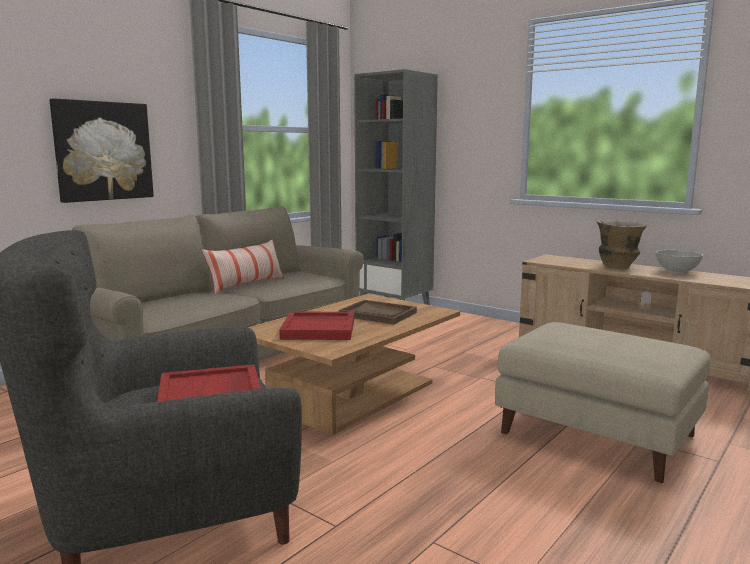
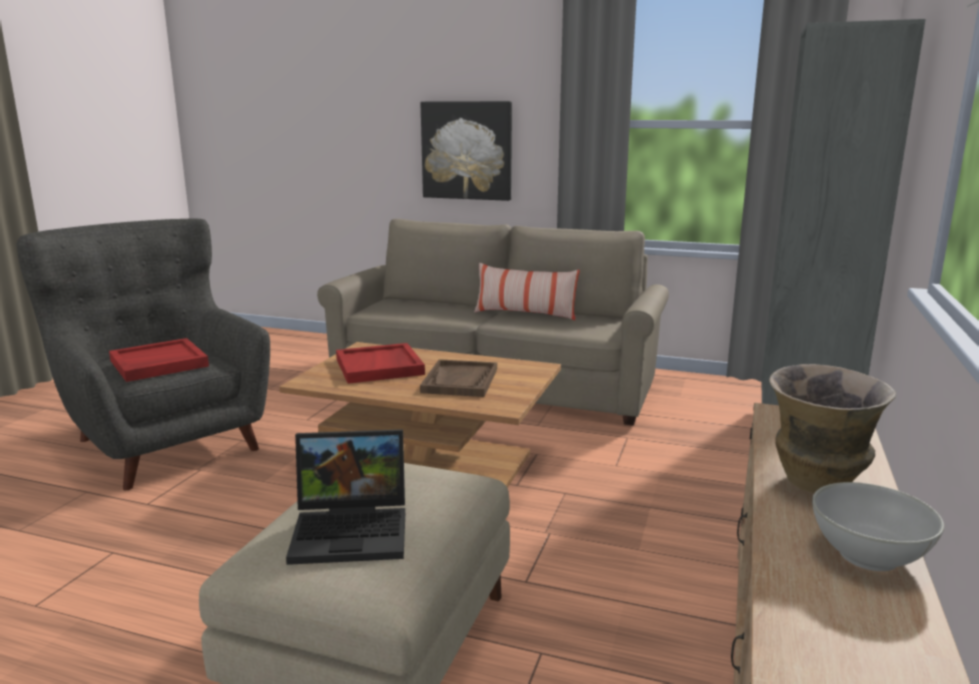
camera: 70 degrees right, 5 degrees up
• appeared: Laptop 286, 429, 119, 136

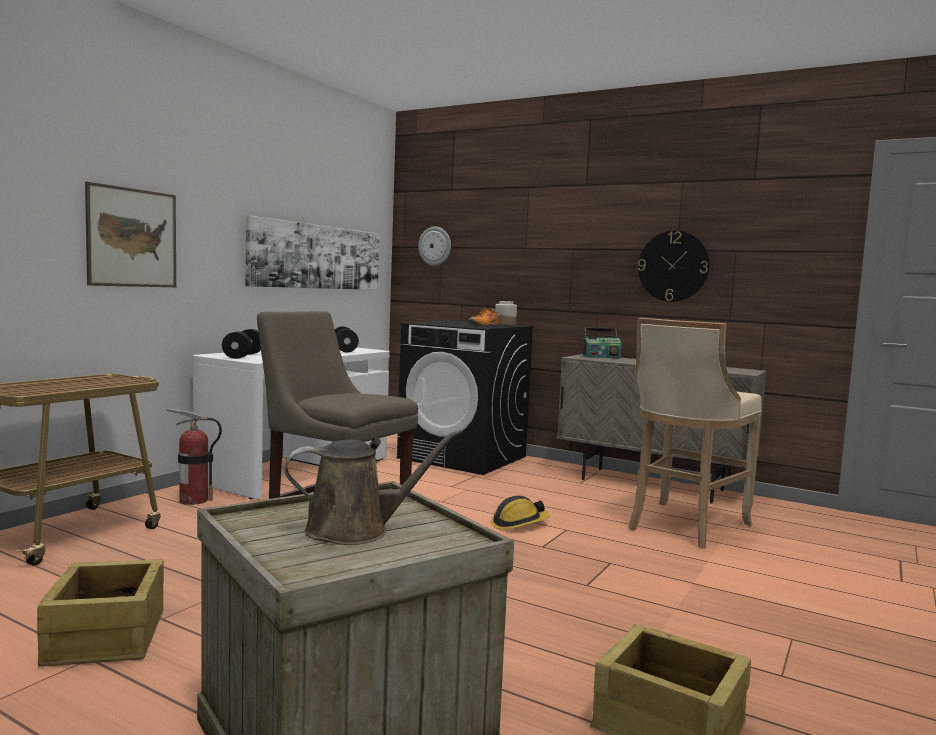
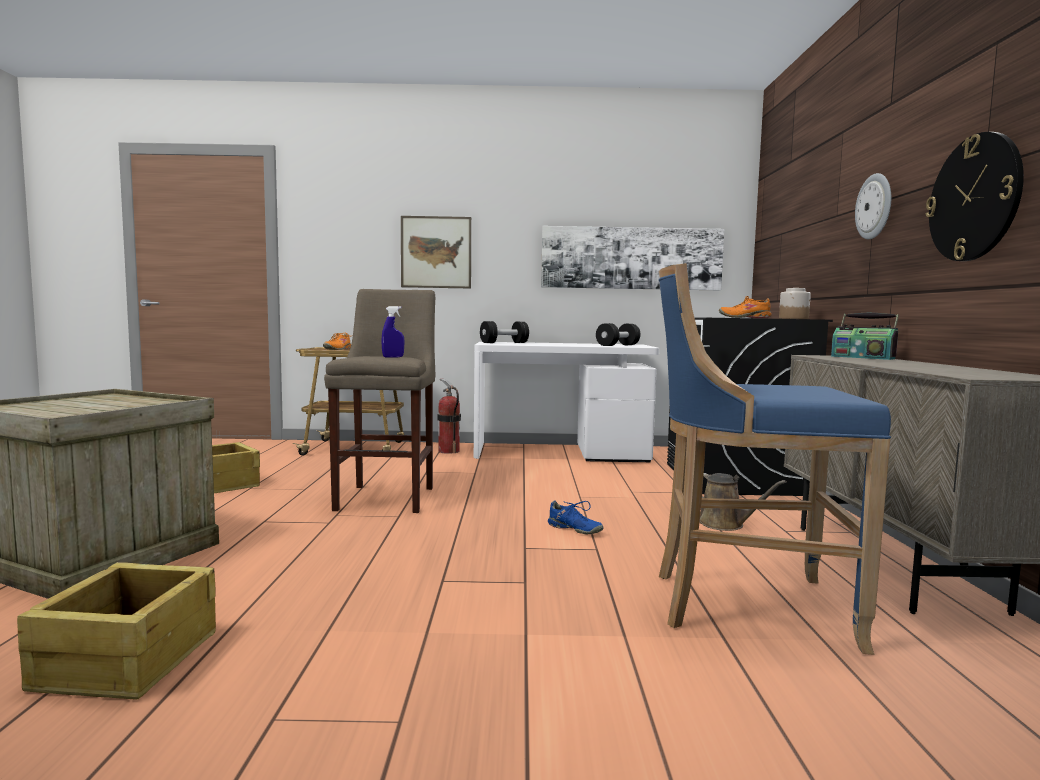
camera: 60 degrees right, 0 degrees up
• relocated: BrownColouredWateringPot 284, 429, 179, 116 to 700, 473, 87, 58
• relocated: ClockOnTheWall 418, 226, 33, 40 to 855, 173, 36, 66
• exchanged: WorkHelmet 491, 496, 59, 34 to BlueColouredItemOfFootwear 548, 500, 56, 34
• colour: BeigeColouredSittingStool 628, 318, 134, 231 to BlueColouredSittingStool 659, 263, 232, 392
• appeared: OrangeItemOfFootwear 323, 333, 28, 17
• appeared: BlueColouredHandSprayer 381, 306, 24, 51

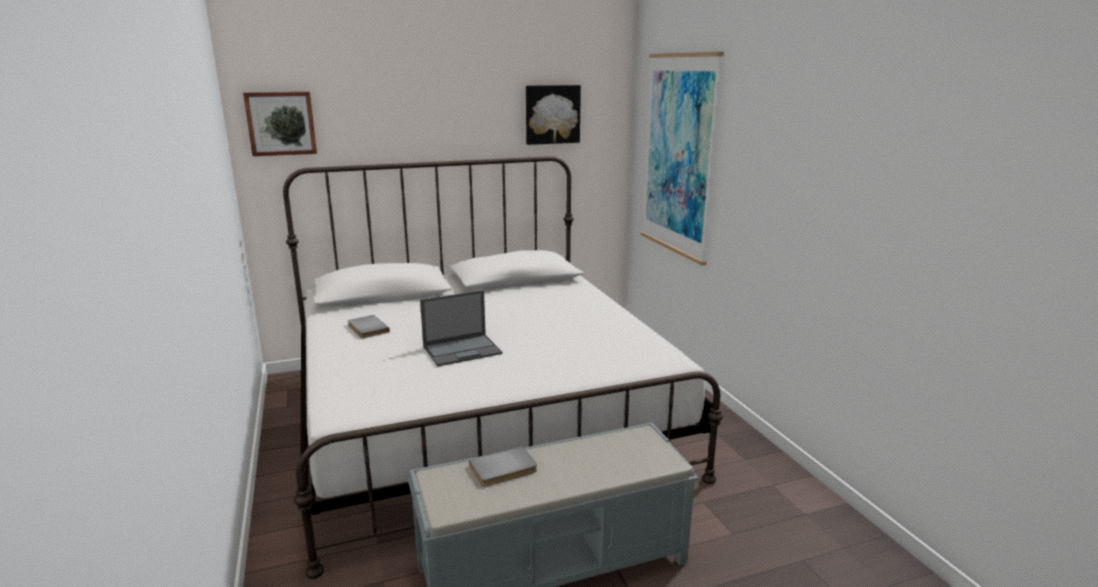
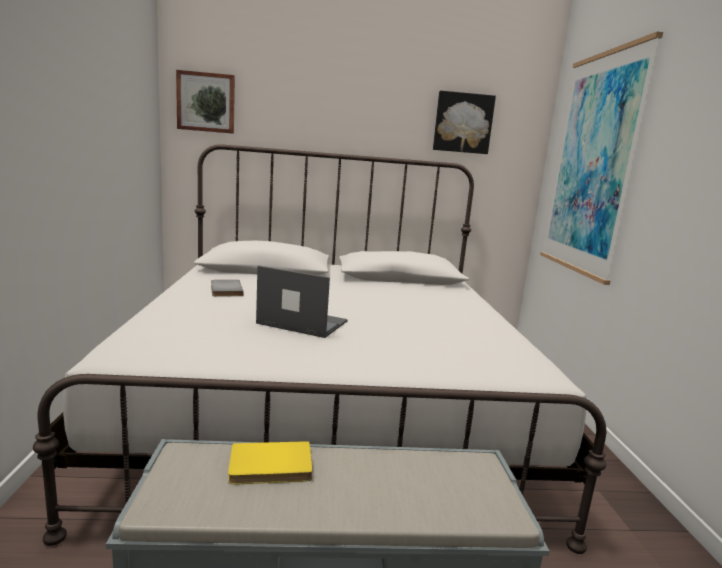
camera: 15 degrees right, 5 degrees down
• spun: Laptop 420, 290, 83, 77 = 256, 266, 92, 72 150 degrees counterclockwise
• colour: GreyishBoundBook 469, 446, 68, 41 to YellowColouredBoundBook 228, 441, 85, 43

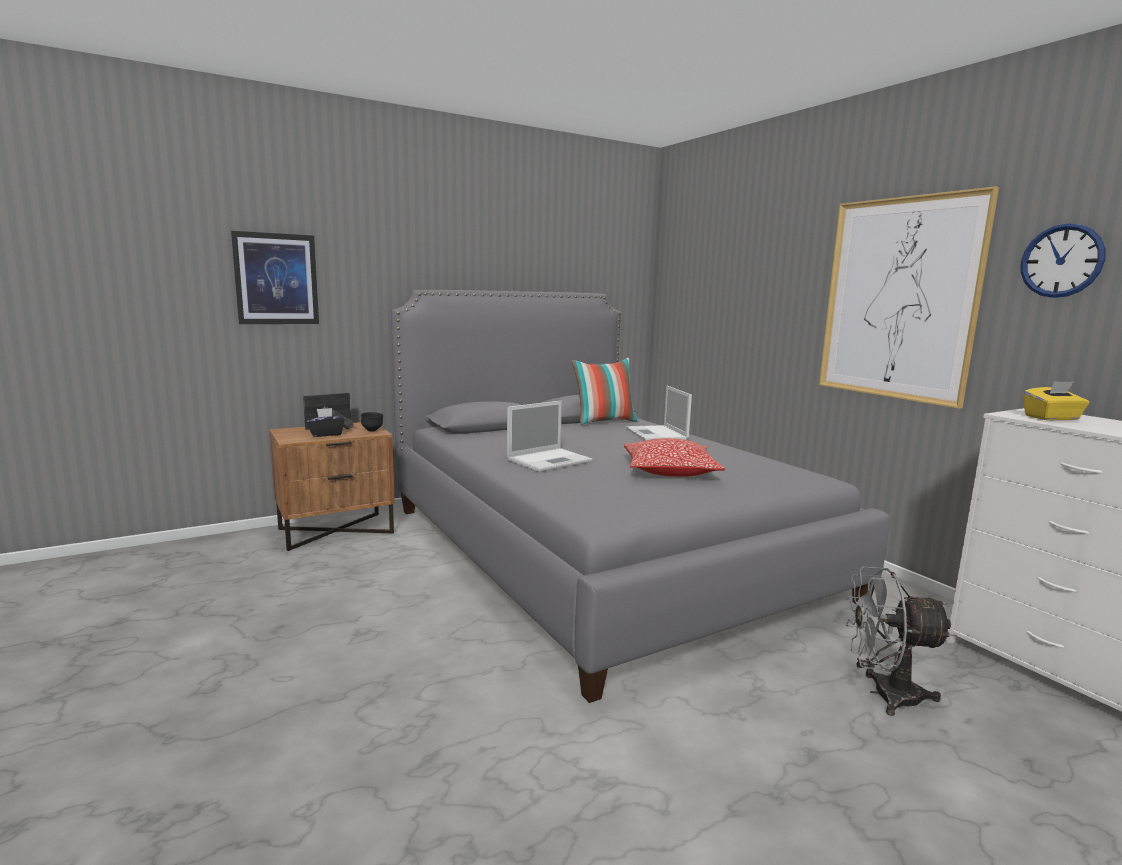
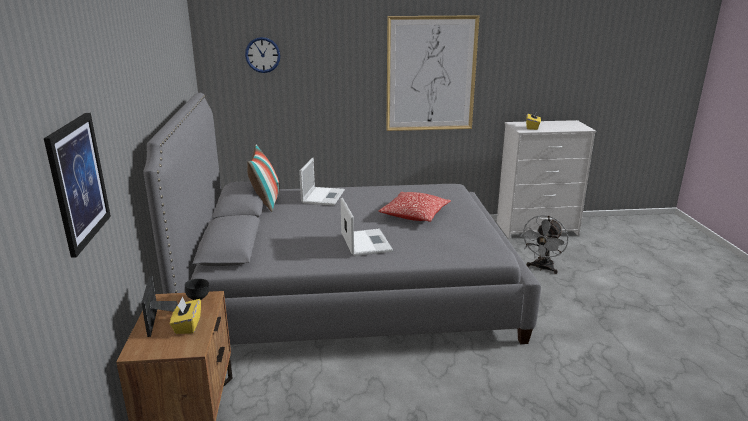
camera: 65 degrees left, 10 degrees up
• colour: BlackTissueBox 307, 408, 38, 29 to YellowColouredTissueBox 170, 297, 31, 37
• spun: Laptop 626, 386, 66, 54 = 299, 158, 46, 48 90 degrees counterclockwise
• relocated: ClockOnTheWall 1021, 223, 85, 75 to 245, 37, 36, 36

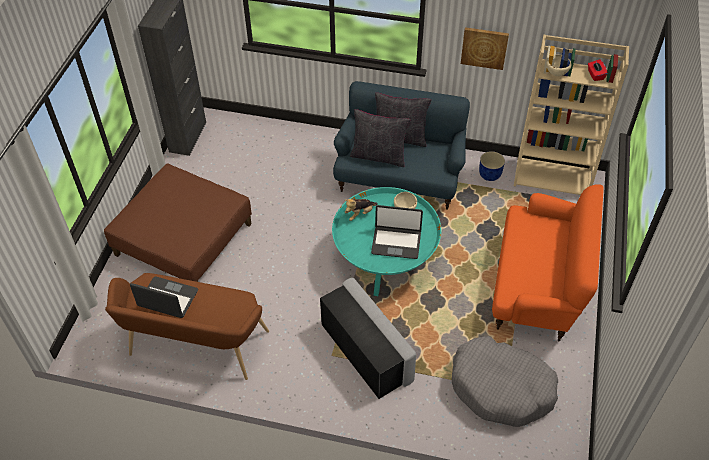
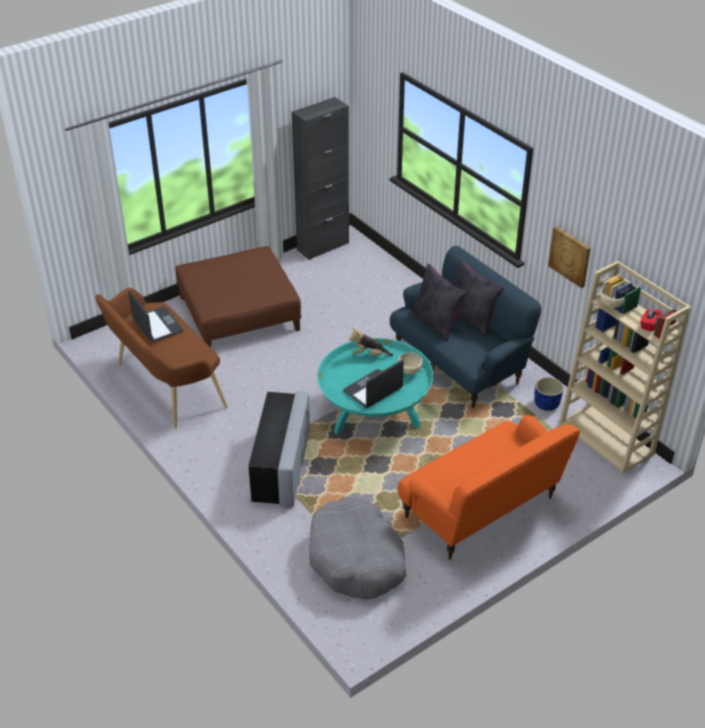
camera: 40 degrees right, 10 degrees down
• spun: Laptop 371, 205, 52, 54 = 343, 360, 61, 48 90 degrees clockwise

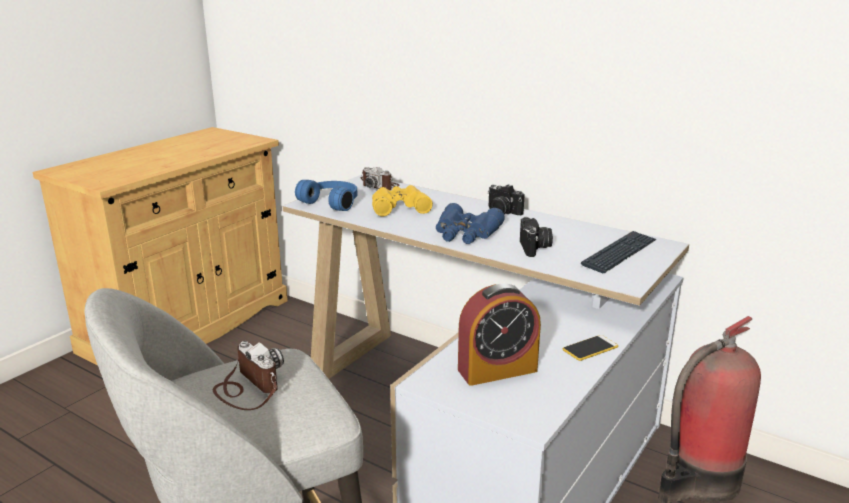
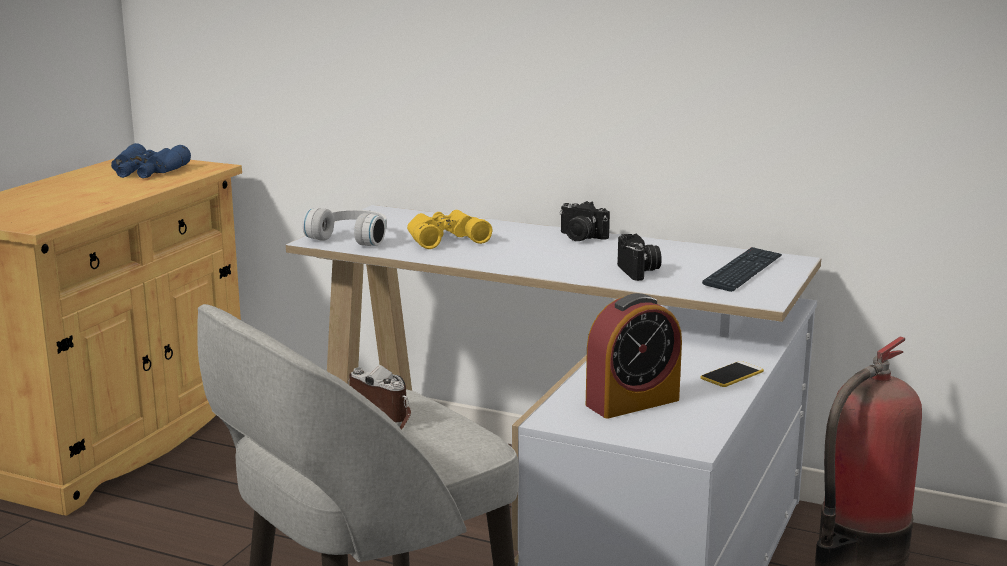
camera: 10 degrees left, 5 degrees down
• colour: BlueColouredHeadphones 295, 180, 63, 31 to WhiteColouredHeadphones 303, 208, 84, 38
• missing: PhotoCamera 361, 167, 38, 23
• relocated: BlueColouredPairOfBinoculars 436, 203, 69, 41 to 111, 143, 80, 35

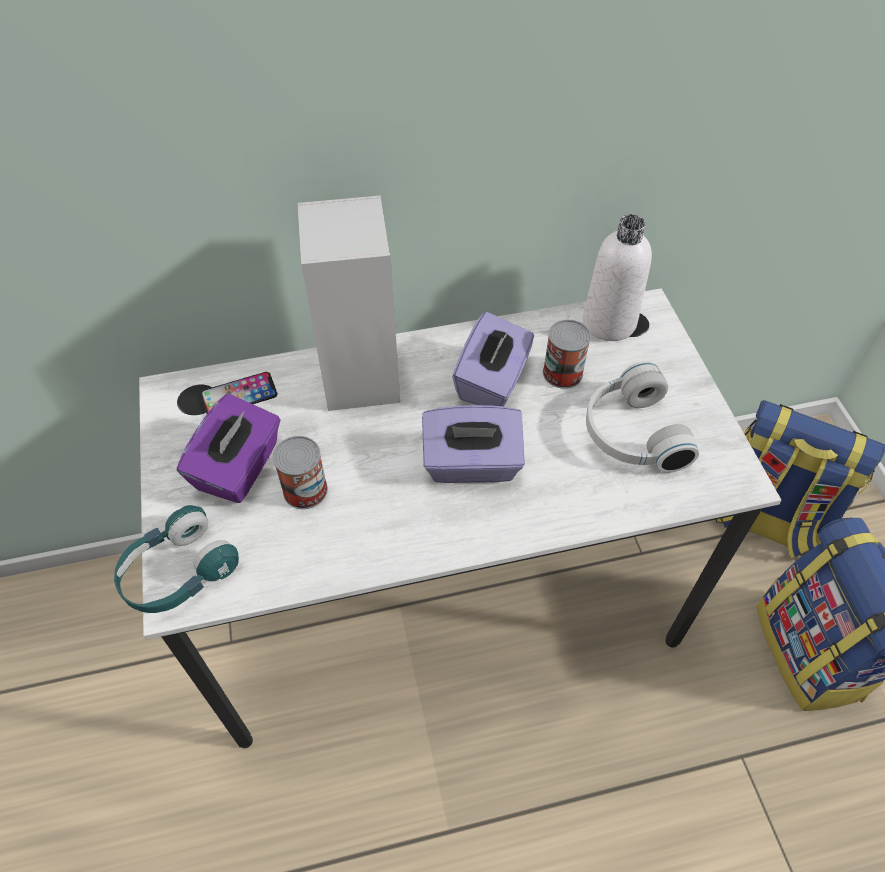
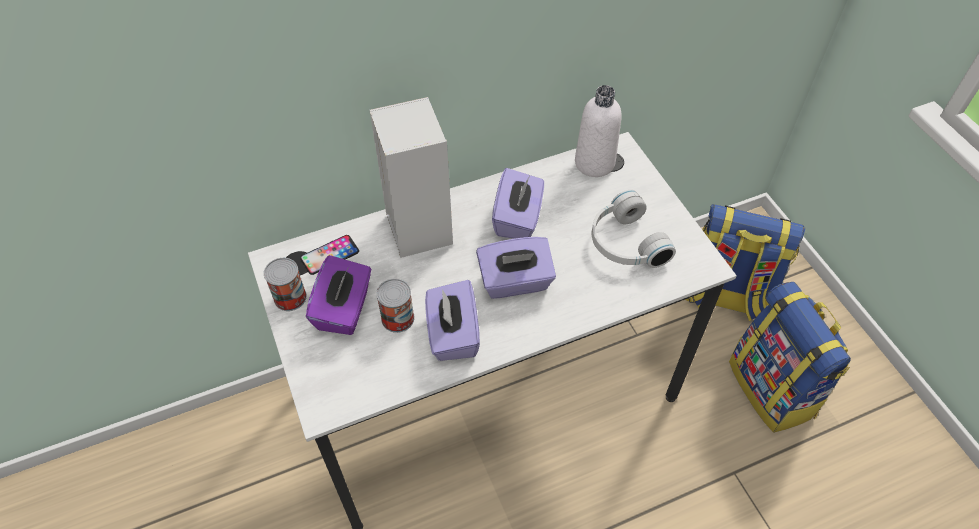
camera: 10 degrees left, 0 degrees up
• missing: BlueGreenHeadphones 114, 505, 125, 108
• relocated: MetalCan 543, 320, 48, 69 to 264, 258, 43, 53
• appeared: PurplishTissueBox 425, 280, 55, 81

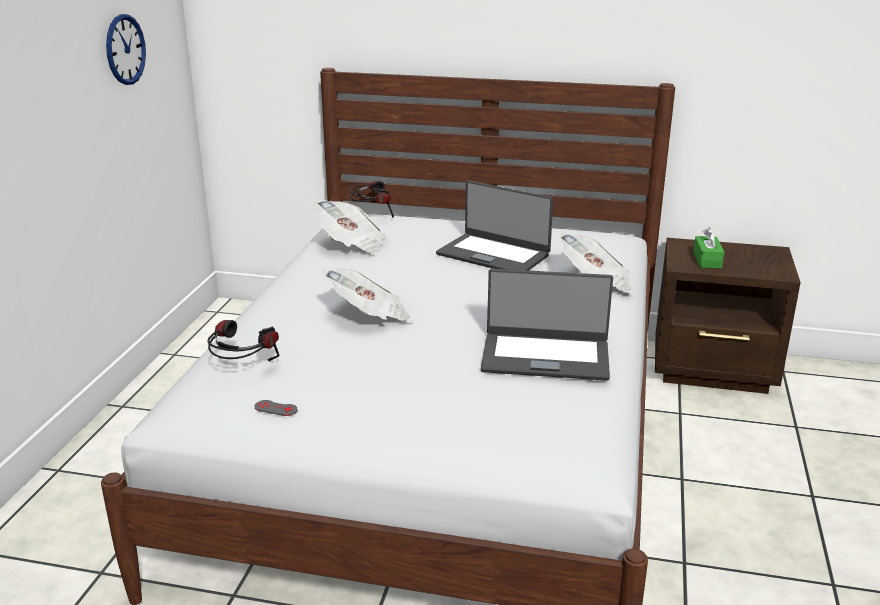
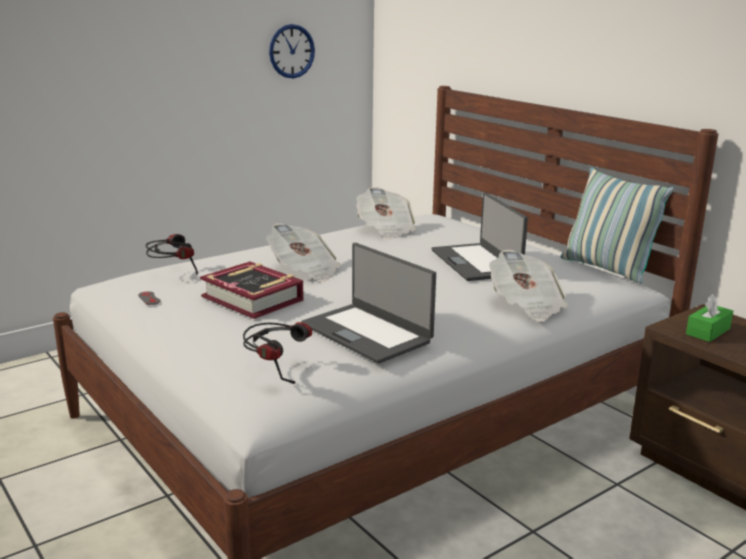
camera: 40 degrees right, 5 degrees down
• relocated: Headphones 350, 181, 44, 37 to 243, 322, 69, 62
• appeared: BoundBook 200, 261, 104, 58
• appeared: ThrowPillow 560, 167, 114, 117

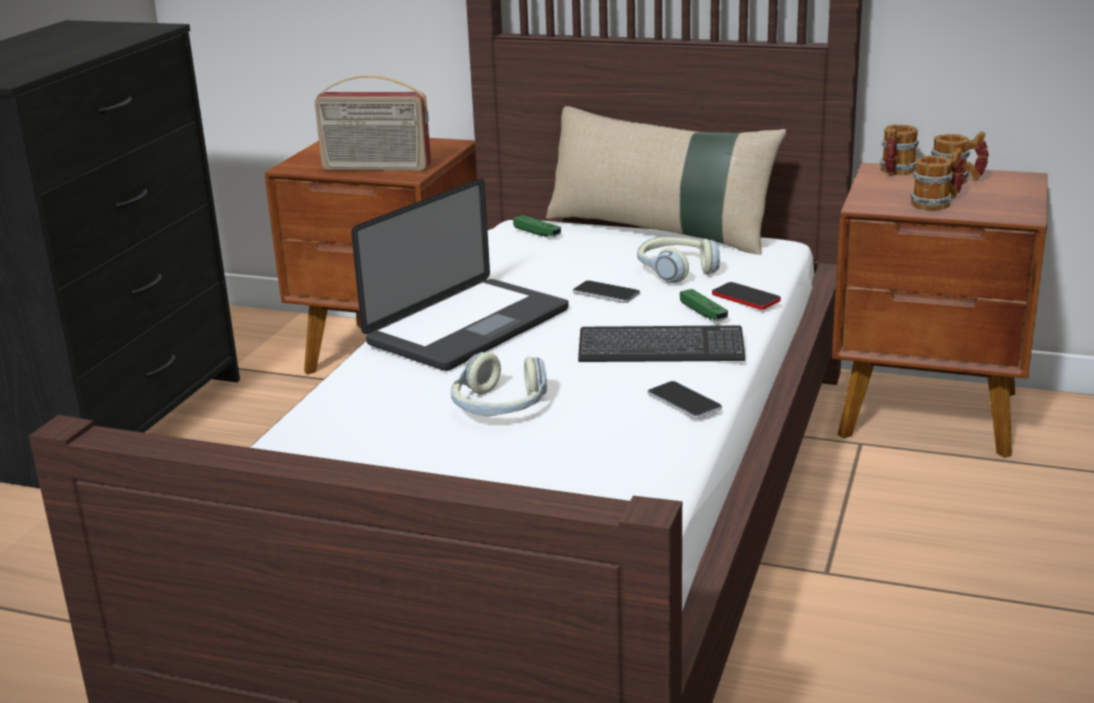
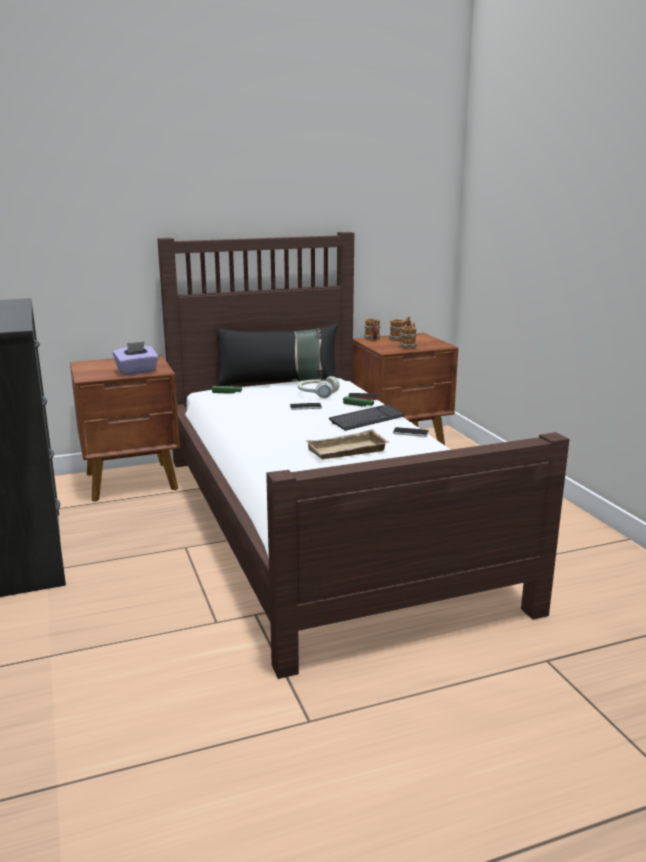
camera: 40 degrees left, 5 degrees down
• exchanged: Radio 315, 75, 116, 96 to PurplishTissueBox 113, 341, 46, 34
• missing: Laptop 351, 178, 218, 193
• exchanged: Headphones 451, 352, 96, 64 to BeigeColouredTray 306, 429, 83, 30
• colour: BeigeColouredThrowPillow 546, 106, 240, 149 to BlackThrowPillow 216, 324, 121, 62

